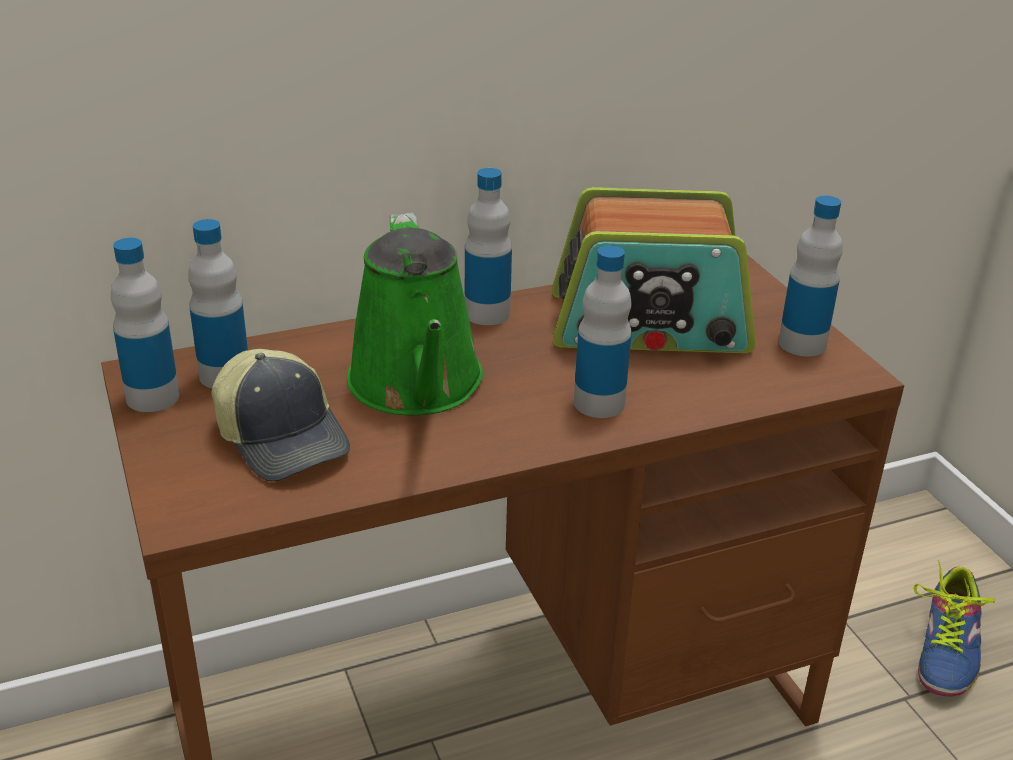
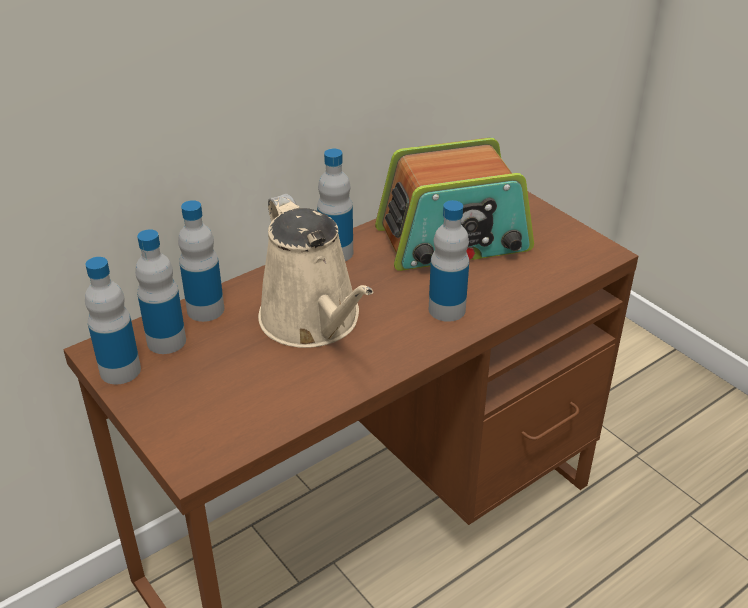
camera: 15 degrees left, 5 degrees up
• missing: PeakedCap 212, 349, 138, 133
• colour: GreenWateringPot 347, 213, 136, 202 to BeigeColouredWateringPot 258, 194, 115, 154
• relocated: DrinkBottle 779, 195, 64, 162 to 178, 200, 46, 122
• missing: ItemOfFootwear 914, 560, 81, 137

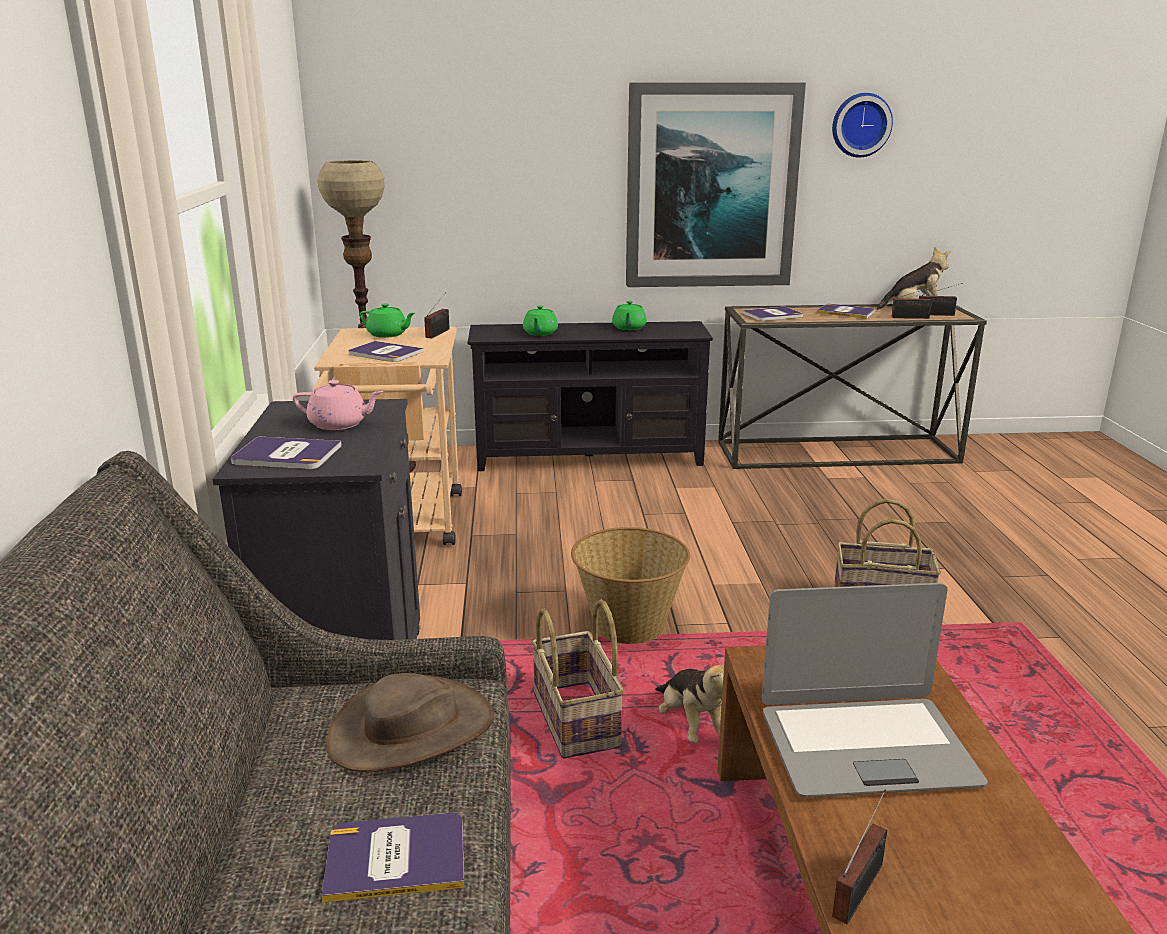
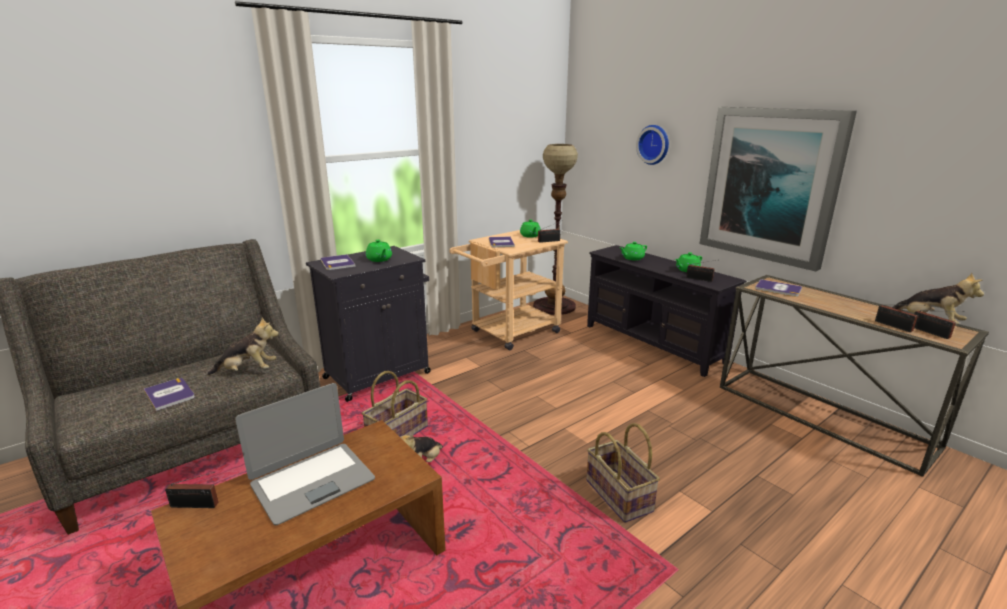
camera: 55 degrees right, 0 degrees up
• colour: PinkTeapot 293, 380, 90, 50 to GreenTeapot 366, 240, 26, 22
• exchanged: BrownColouredHat 326, 673, 168, 99 to SoftToy 207, 317, 72, 58
• missing: StorageBasket 571, 527, 119, 117
• spun: Laptop 762, 583, 226, 214 = 235, 383, 140, 142 90 degrees counterclockwise
• missing: BoundBook 817, 304, 58, 15
• relocated: ClockOnTheWall 832, 93, 61, 64 to 636, 125, 33, 40
• appeared: Radio 686, 260, 30, 22

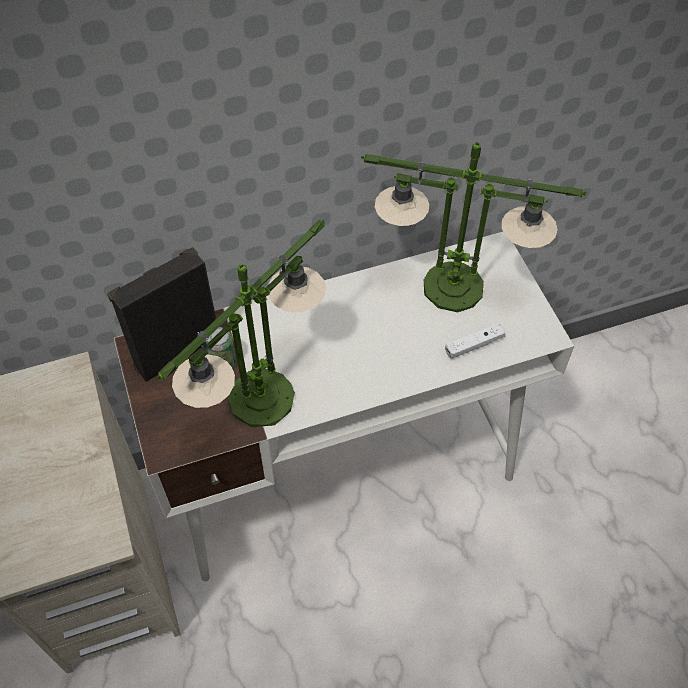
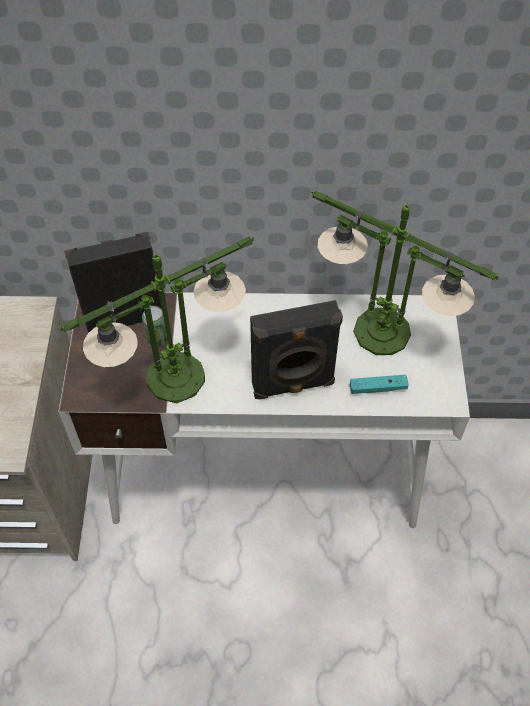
camera: 20 degrees right, 0 degrees up
• colour: WhiteColouredGamepad 445, 323, 60, 36 to BlueGreenGamepad 350, 375, 58, 19
• appeared: BlackLoudspeaker 250, 300, 93, 99

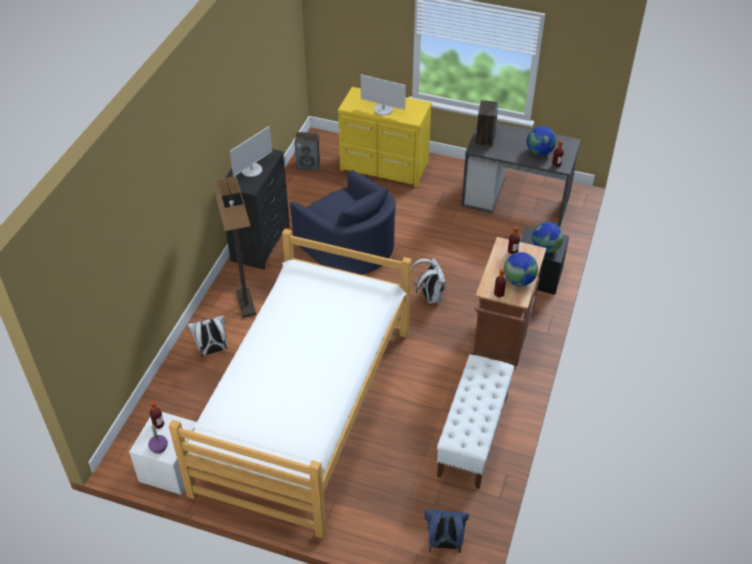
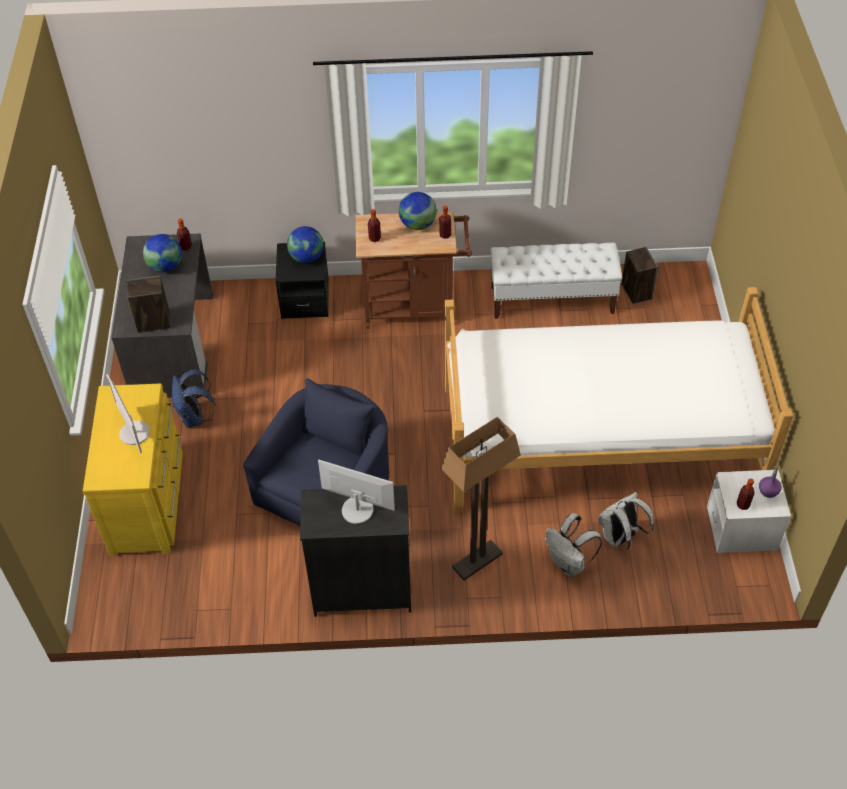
camera: 110 degrees left, 5 degrees up
• relocated: Loudspeaker 294, 132, 26, 38 to 621, 247, 37, 57
• spun: Monitor 361, 74, 45, 42 = 106, 374, 44, 79 150 degrees clockwise
• relocated: WhiteColouredRucksack 411, 258, 35, 46 to 599, 492, 55, 59
• relocated: BlueColouredRucksack 424, 510, 45, 43 to 172, 370, 44, 57

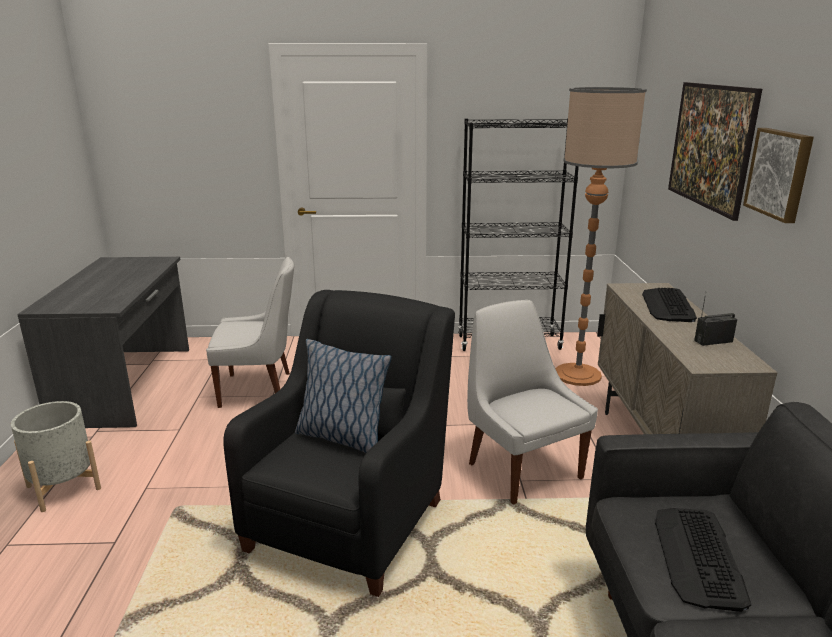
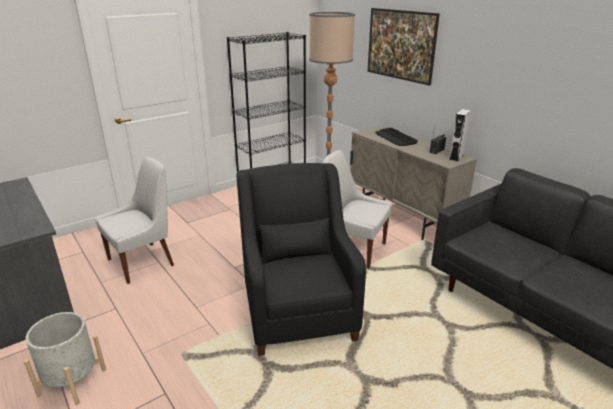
camera: 35 degrees left, 5 degrees up
• missing: ThrowPillow 295, 339, 97, 114
• missing: ComputerKeyboard 655, 508, 96, 104
• missing: WallPicture 743, 128, 71, 95
• appeared: GreyishLoudspeaker 449, 109, 22, 53

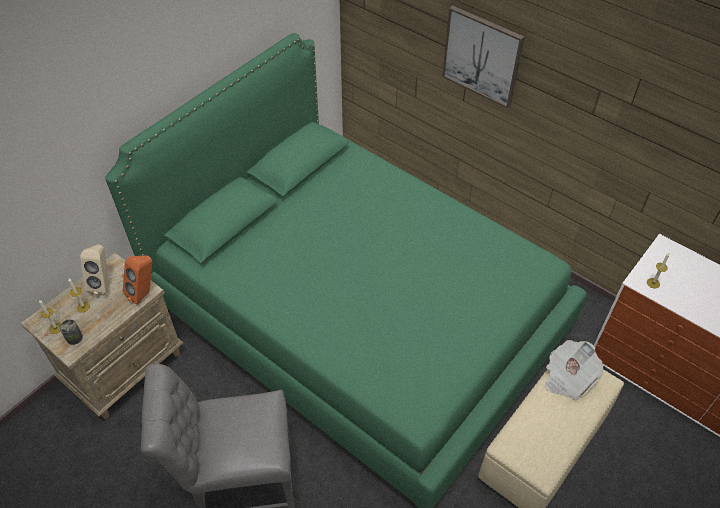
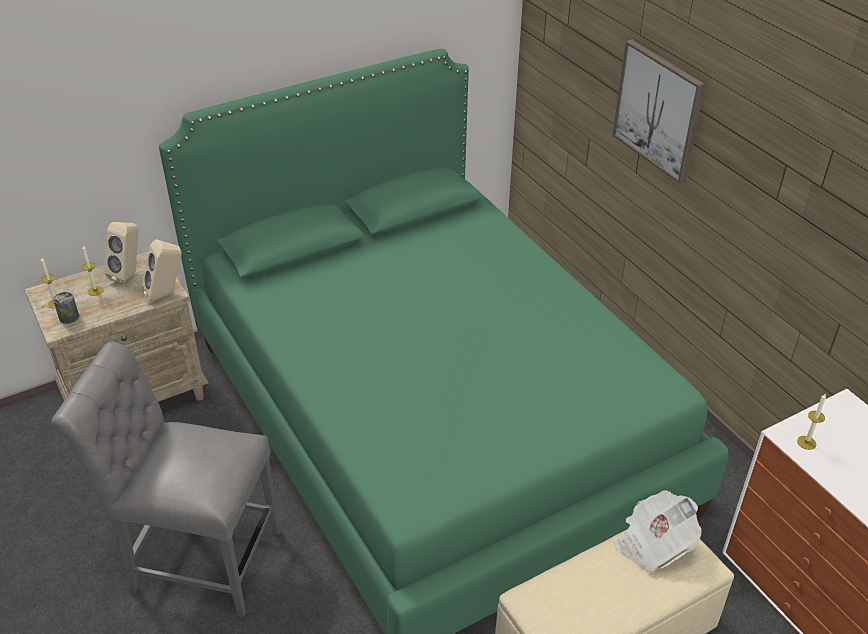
camera: 20 degrees right, 10 degrees down
• colour: OrangeLoudspeaker 123, 255, 29, 50 to BeigeColouredLoudspeaker 142, 239, 40, 63

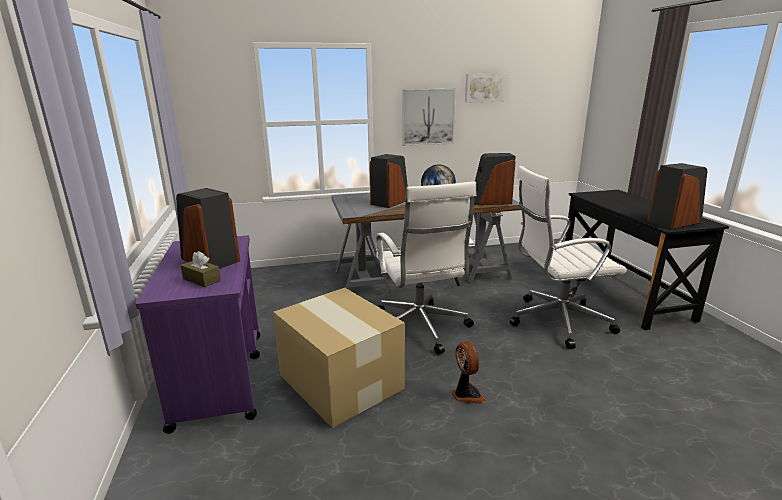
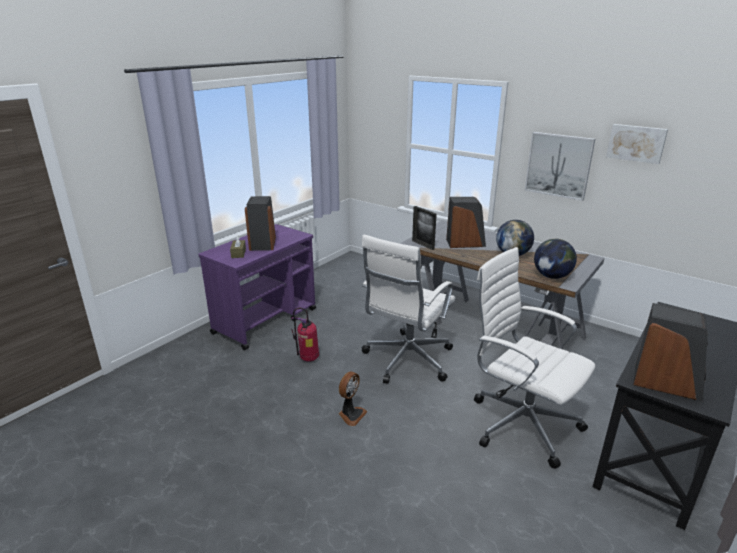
camera: 50 degrees right, 5 degrees up
• exchanged: PackingBox 273, 288, 132, 140 to FireExtinguisher 291, 308, 28, 54
• exchanged: Loudspeaker 474, 153, 42, 52 to WorldGlobe 534, 239, 43, 40
• appeared: PhotoFrame 412, 206, 25, 44

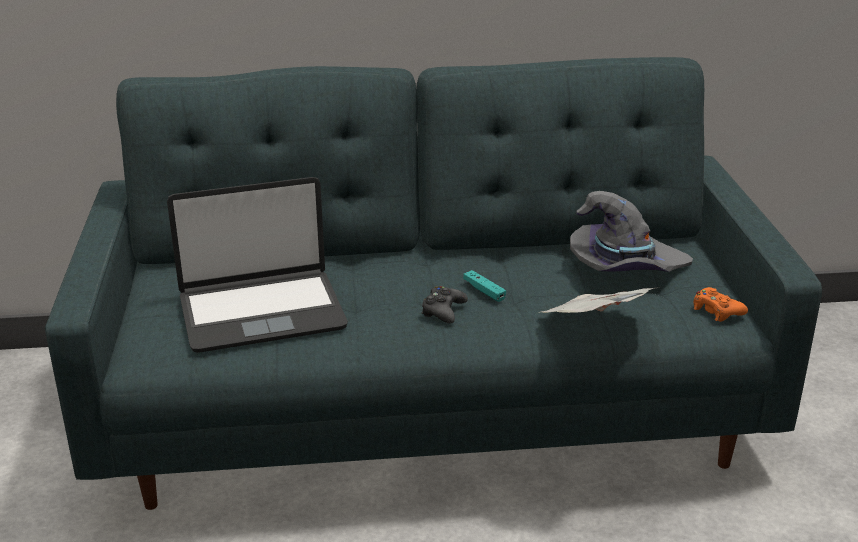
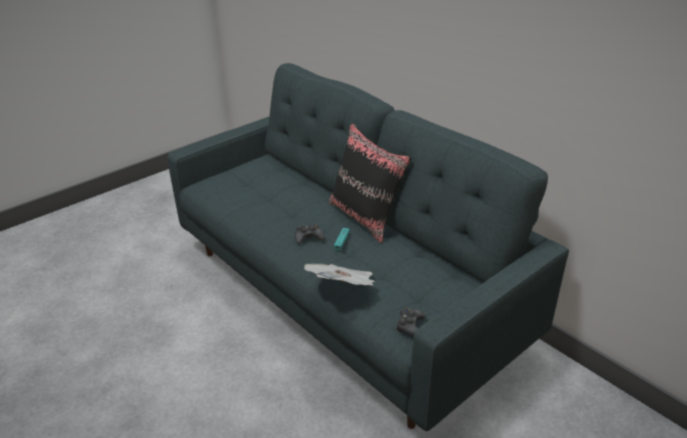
camera: 55 degrees right, 5 degrees up
• missing: Laptop 167, 177, 181, 176
• missing: GreyishHat 570, 191, 123, 81
• colour: OrangeGamepad 693, 287, 55, 35 to BlackGamepad 396, 308, 30, 29
• appeared: BlackThrowPillow 328, 123, 84, 121

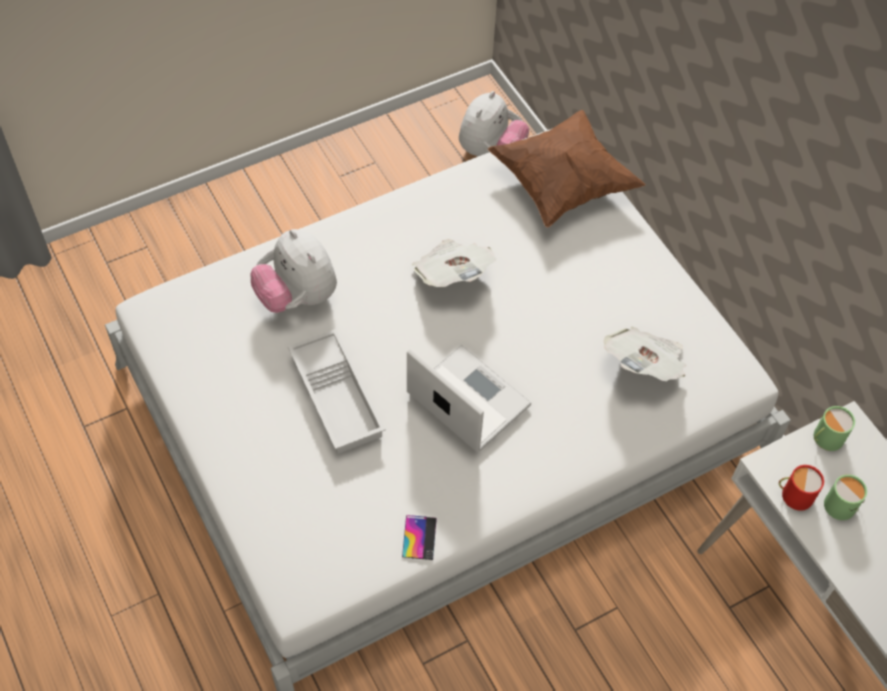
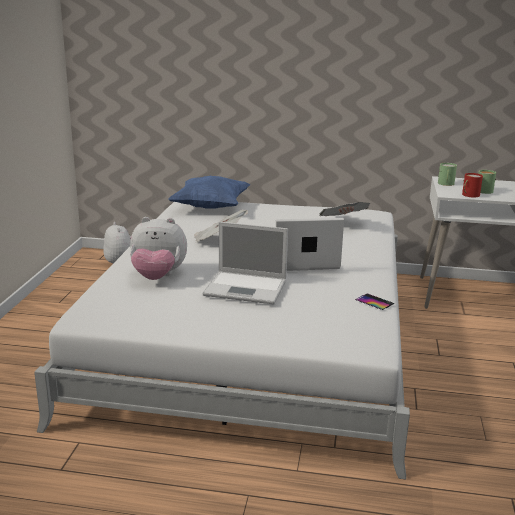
camera: 50 degrees left, 35 degrees down
• exchanged: WhiteColouredTray 288, 329, 98, 125 to Laptop 203, 222, 85, 82
• colour: BrownColouredThrowPillow 488, 110, 157, 117 to BlueColouredThrowPillow 168, 176, 82, 33

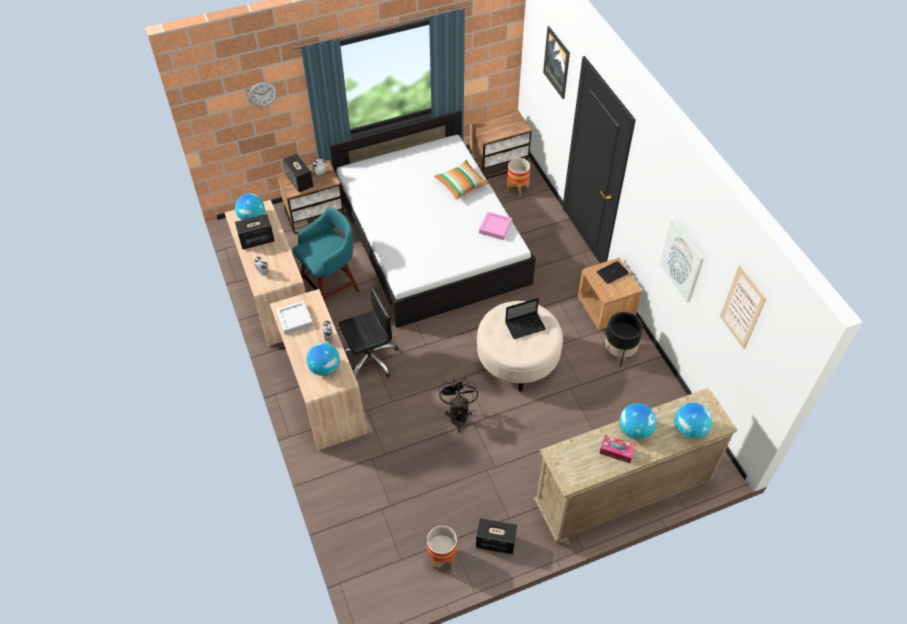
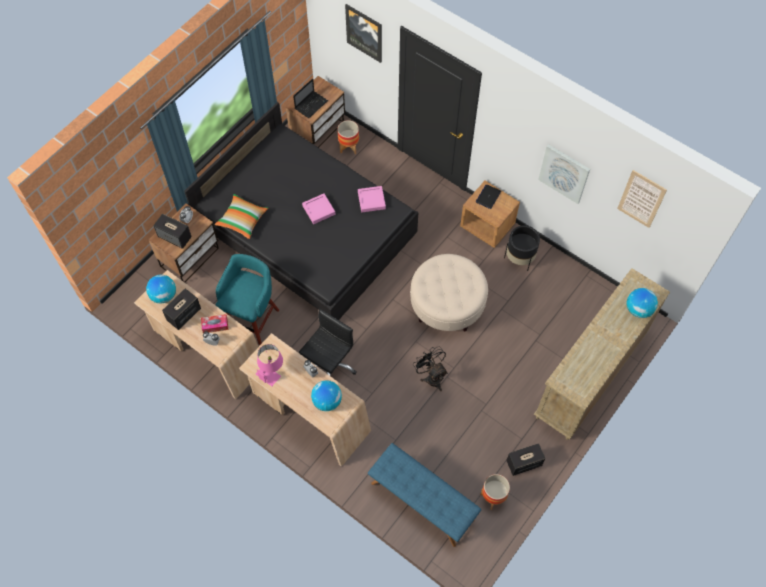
camera: 30 degrees left, 10 degrees up
• missing: ClockOnTheWall 249, 82, 28, 24
• exchanged: GreyishTray 276, 301, 37, 34 to PinkTableLamp 256, 344, 27, 42
• colour: WhiteColouredSleepingBed 329, 110, 207, 218 to BlackSleepingBed 184, 102, 234, 218
• relocated: ThrowPillow 434, 160, 55, 40 to 215, 194, 53, 45
• relocated: Laptop 505, 298, 41, 41 to 293, 78, 35, 40
• relocated: TissueBox 599, 435, 37, 28 to 201, 314, 27, 19
• missing: WorldGlobe 619, 403, 37, 37
• appeared: PinkTray 302, 193, 33, 31
• appeared: BlueColouredLongSeat 368, 443, 113, 104

